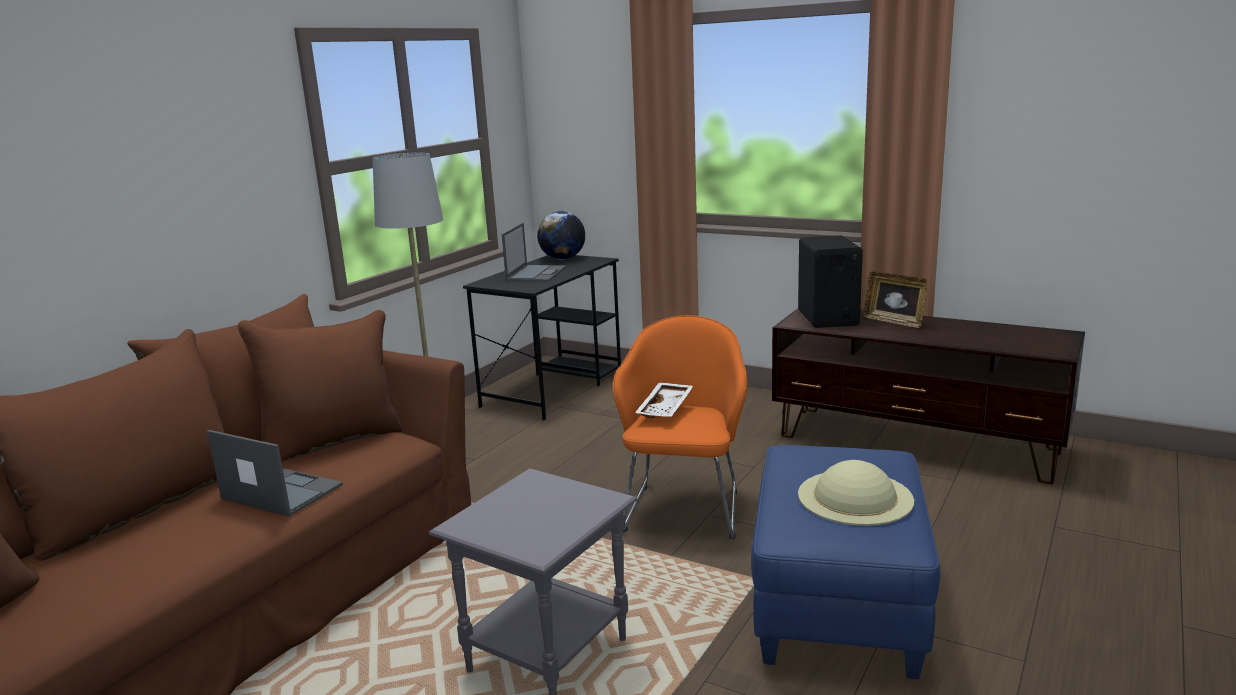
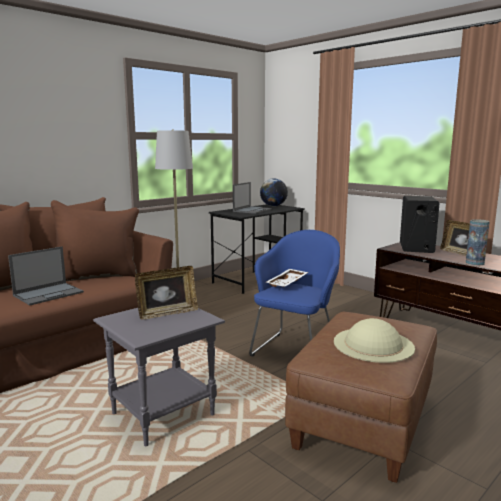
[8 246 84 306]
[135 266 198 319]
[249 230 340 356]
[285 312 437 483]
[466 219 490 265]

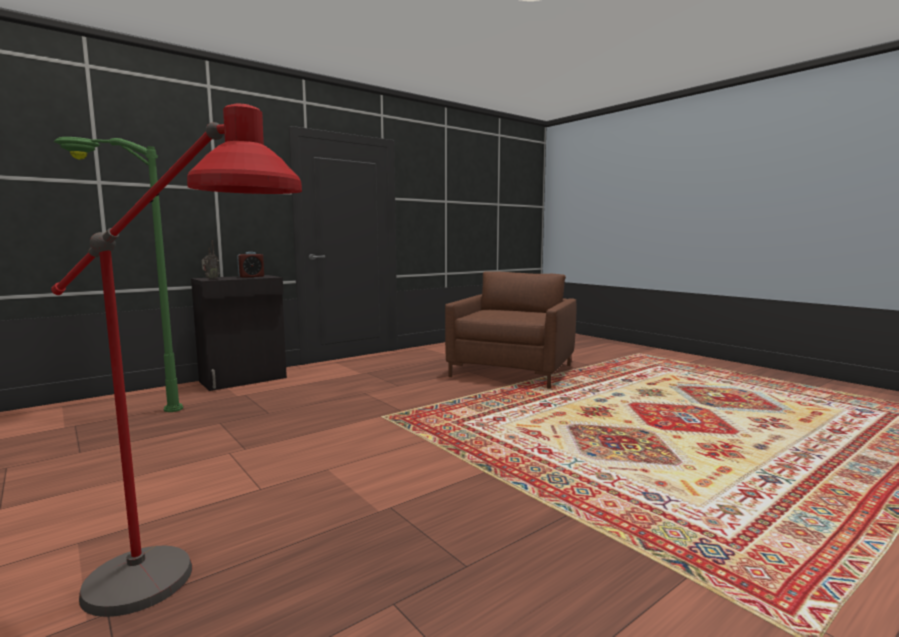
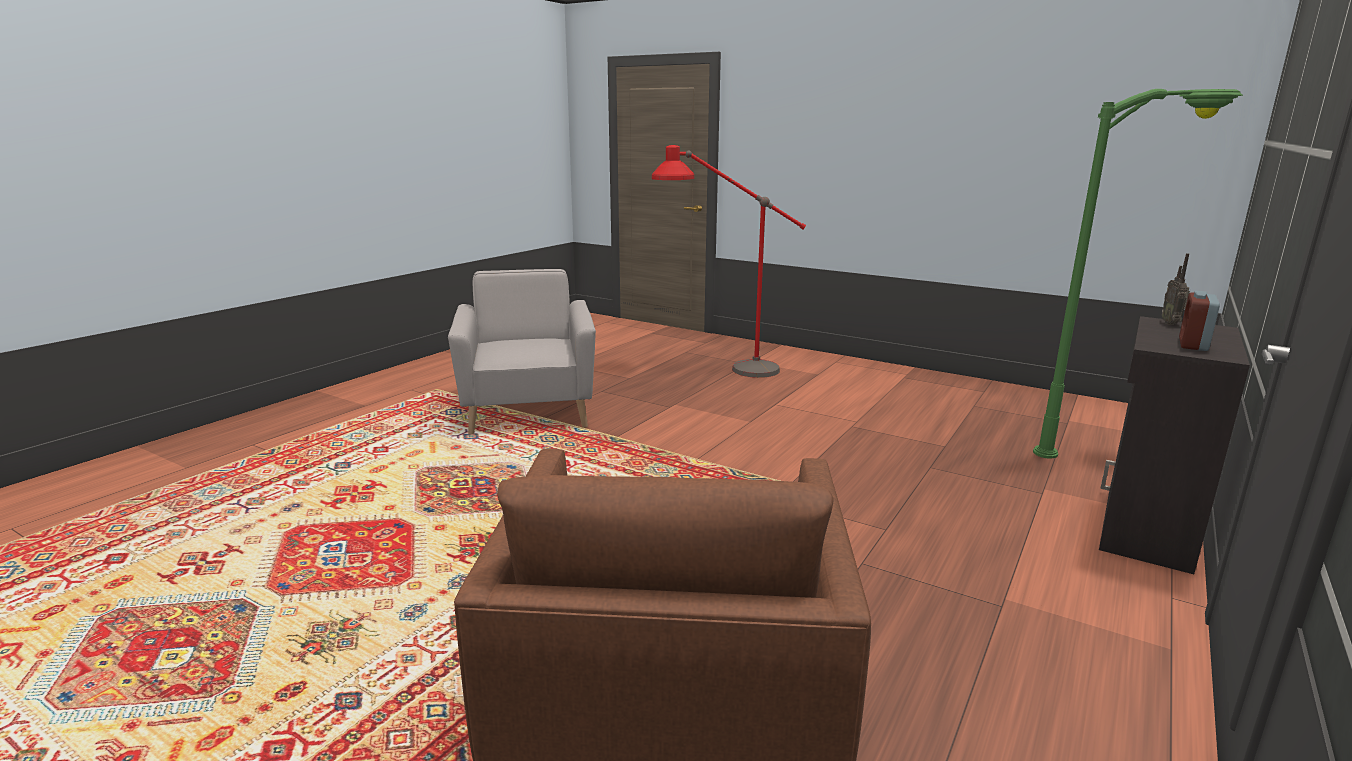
[448 269 596 434]

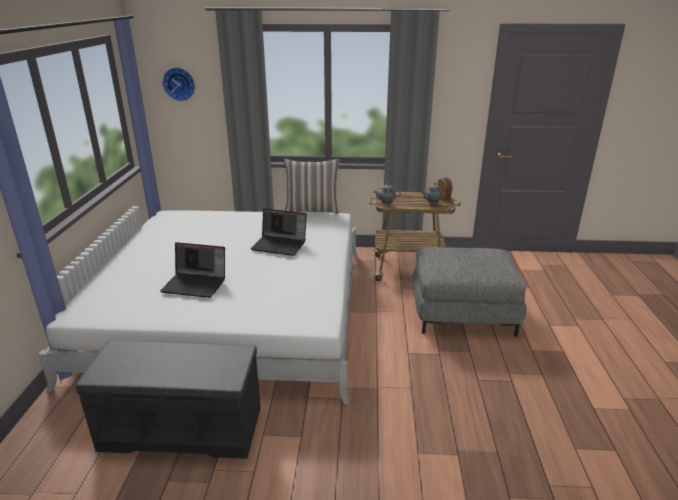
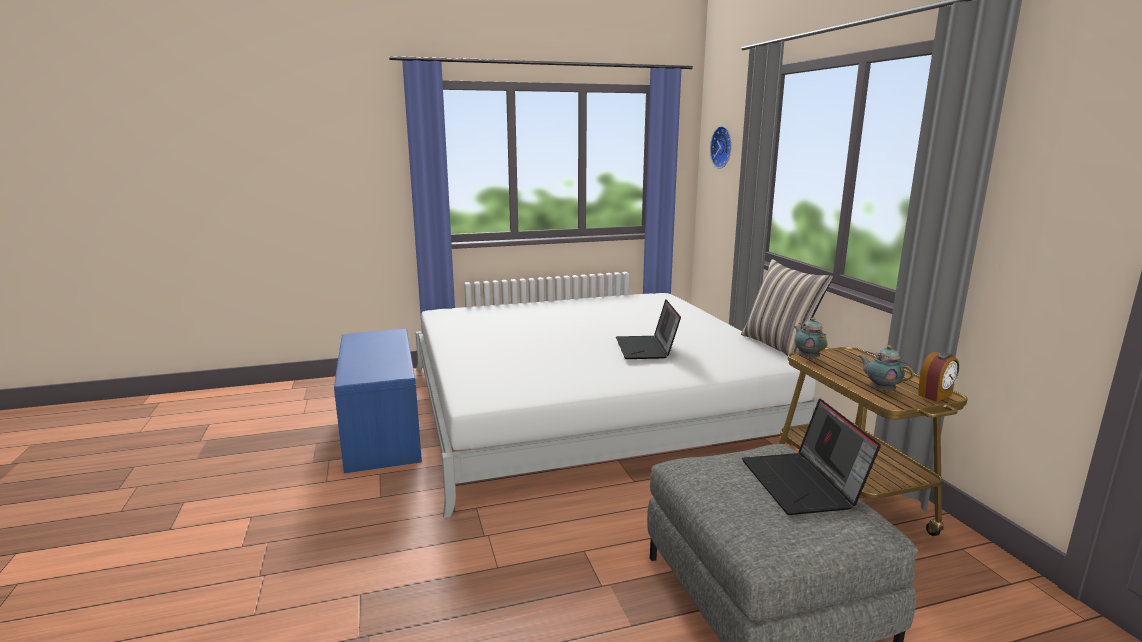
[334 329 422 473]
[742 399 881 515]

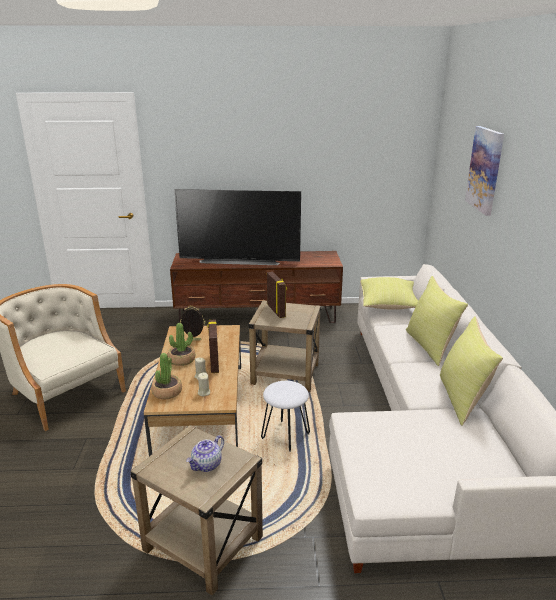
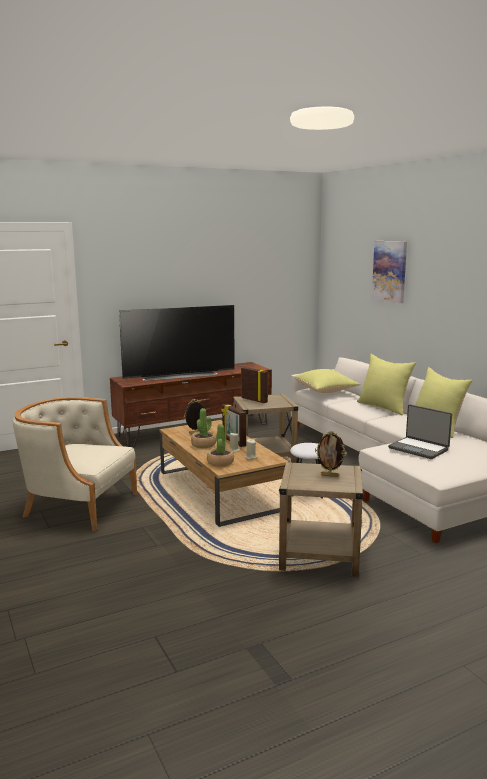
[315 431 346 477]
[388 404 452 459]

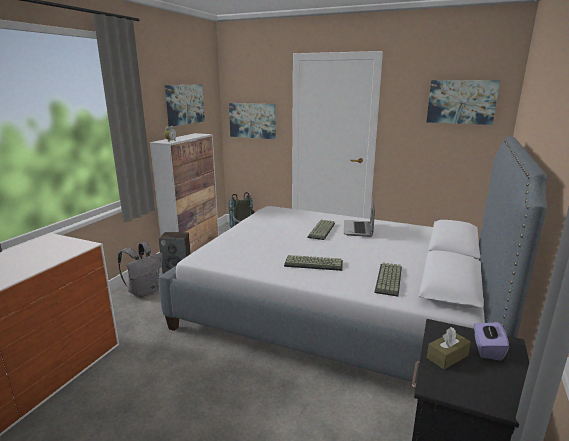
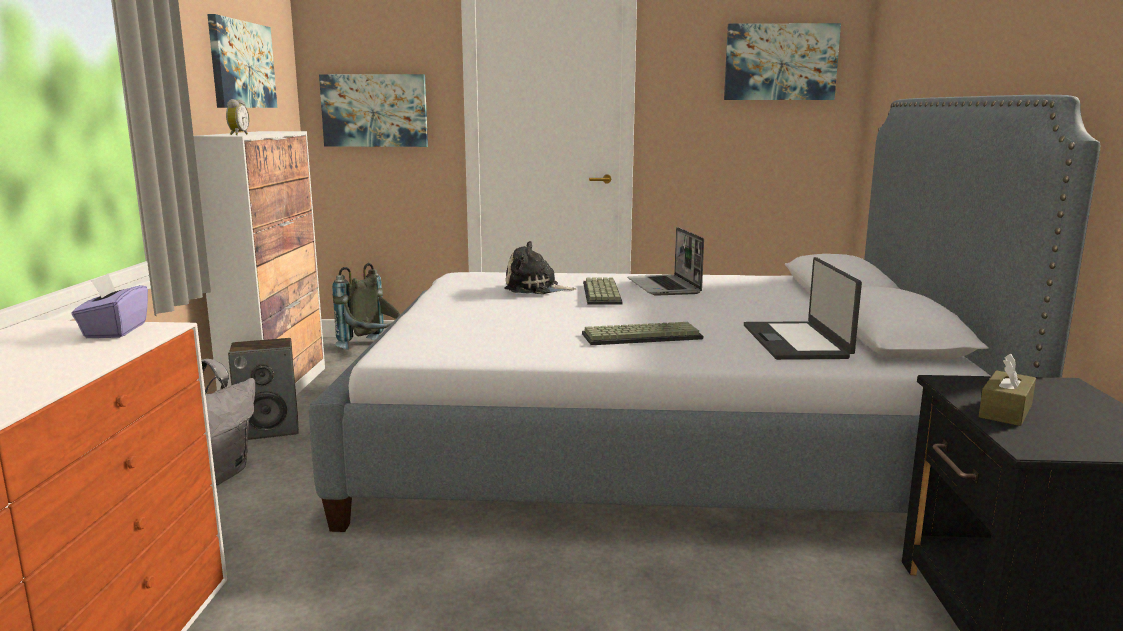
[72 274 148 338]
[505 241 576 294]
[744 257 862 360]

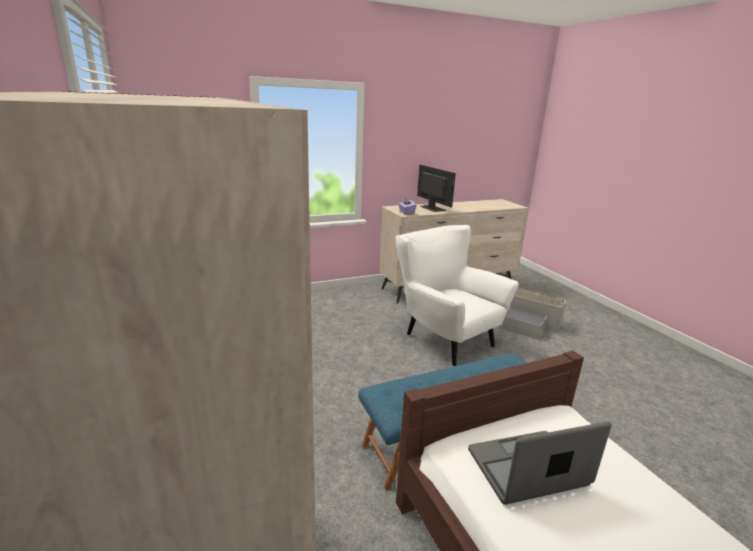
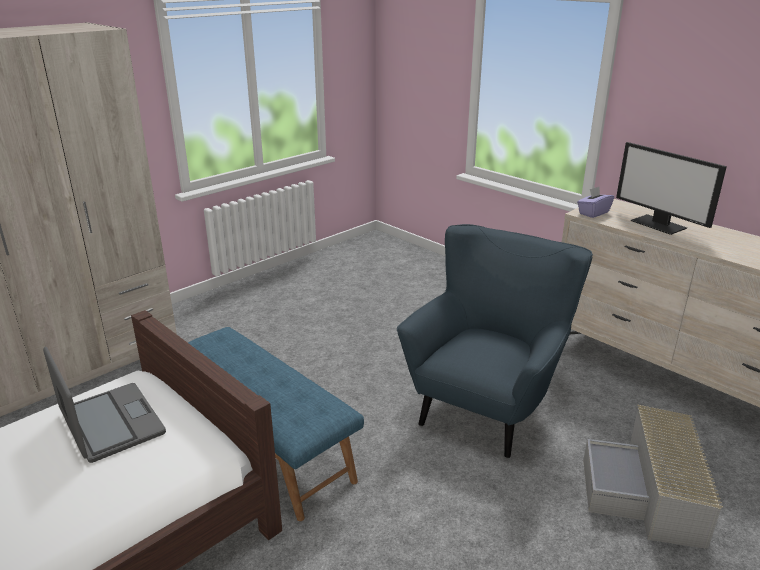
[397 224 593 459]
[616 142 727 235]

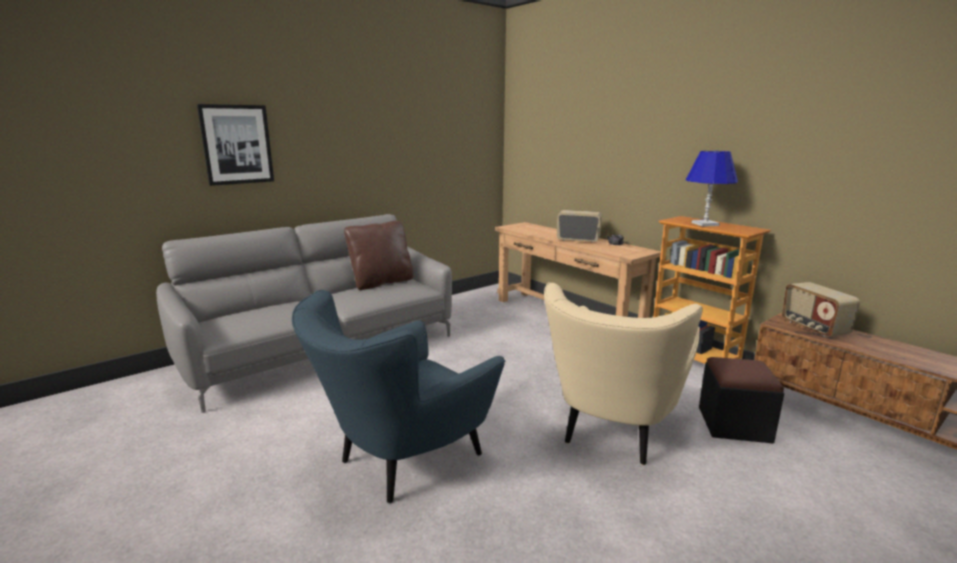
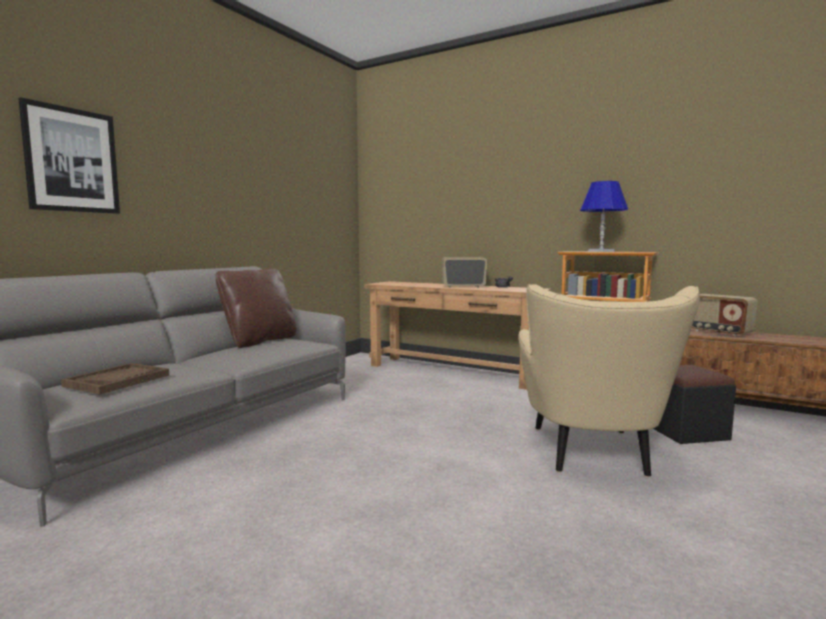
[61 363 169 394]
[292 290 505 504] (first image)

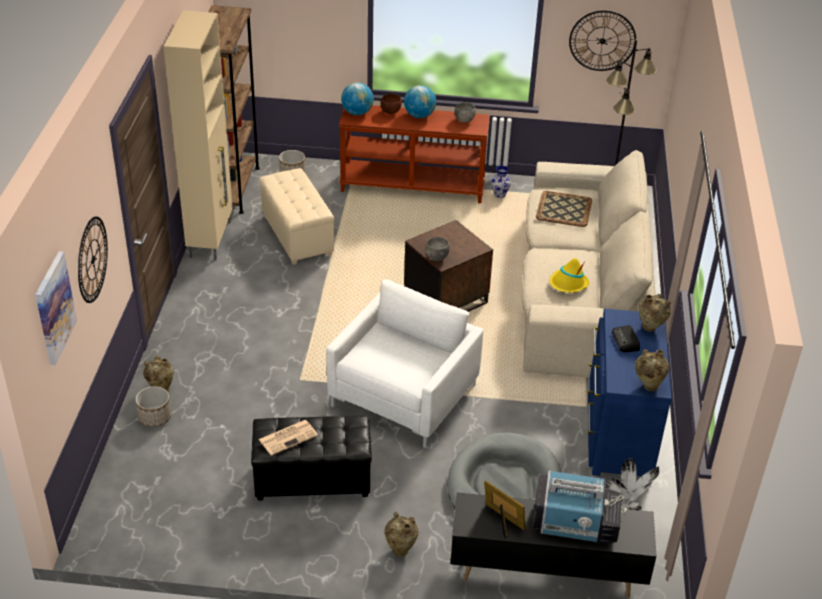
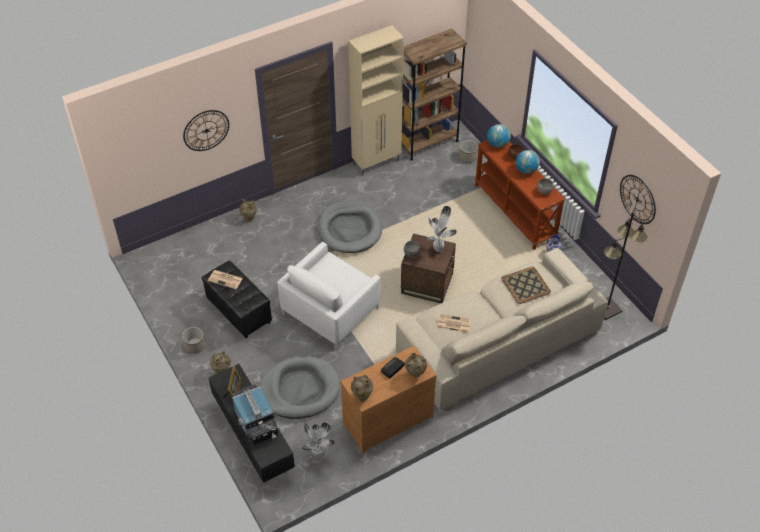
[182 327 205 354]
[277 242 381 350]
[318 201 382 253]
[340 346 437 454]
[427 206 457 252]
[437 314 471 333]
[35 251 77 365] (first image)
[259 168 334 265] (first image)

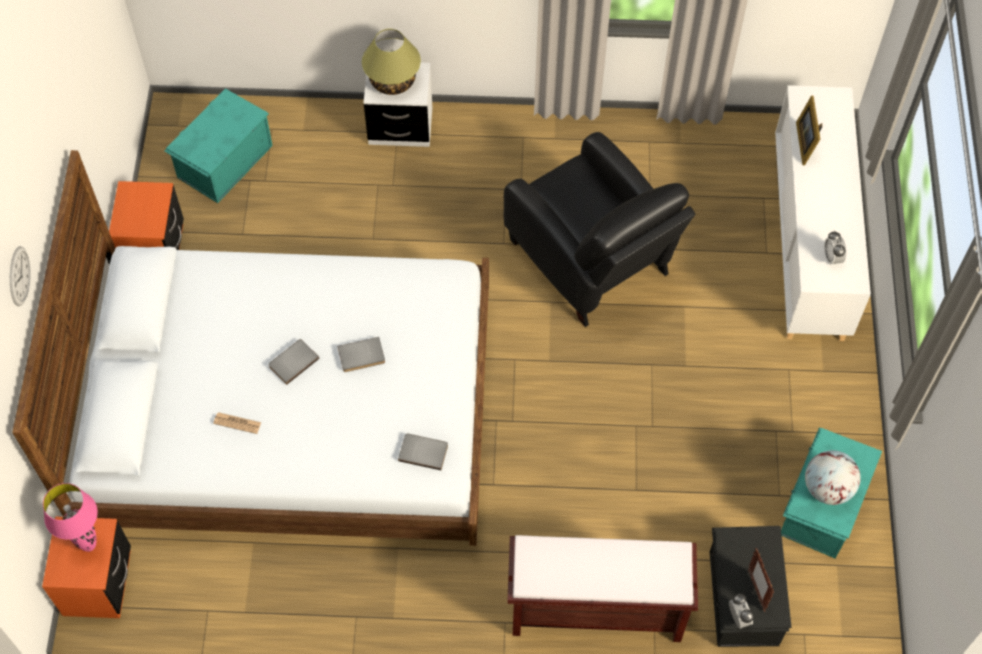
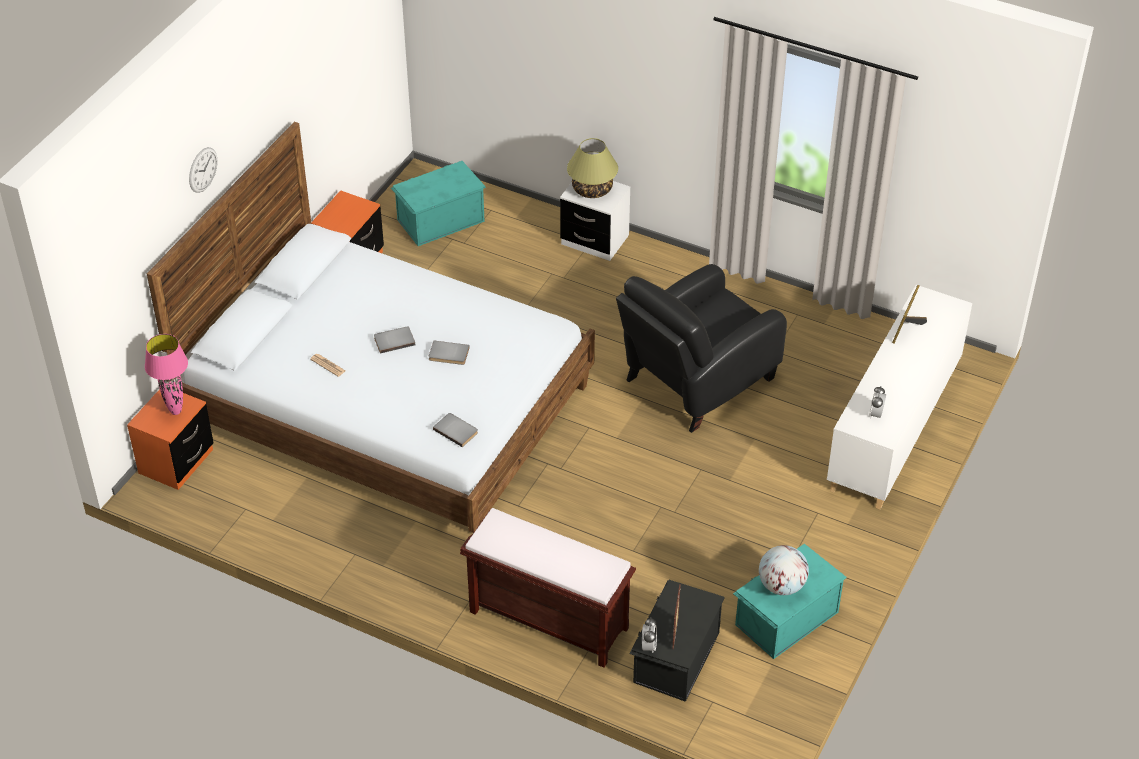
[616 264 787 433]

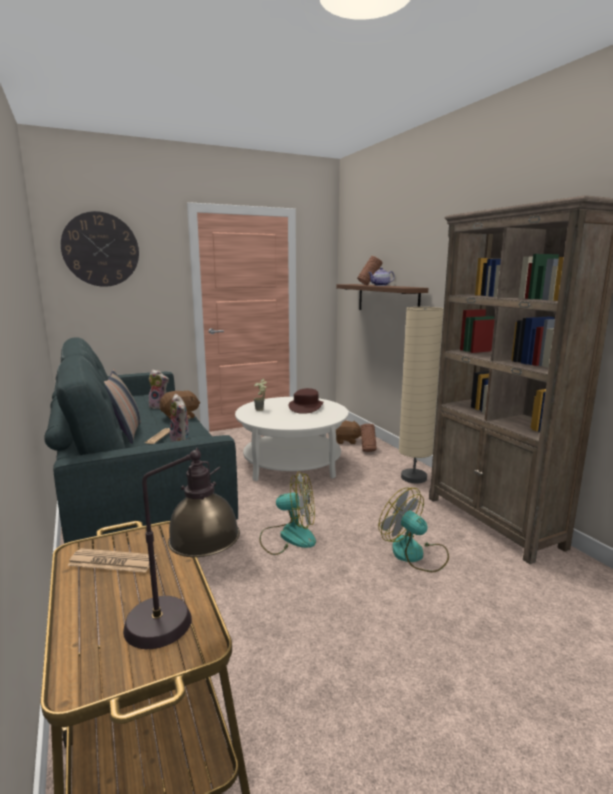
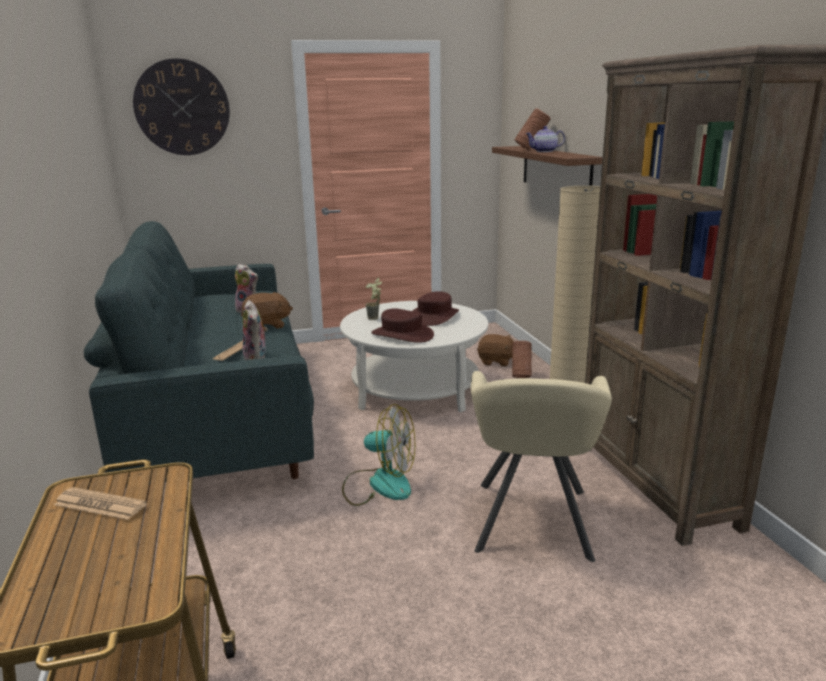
[371 308 434 343]
[471 371 612 562]
[104 369 141 444] (first image)
[123 448 240 649] (first image)

